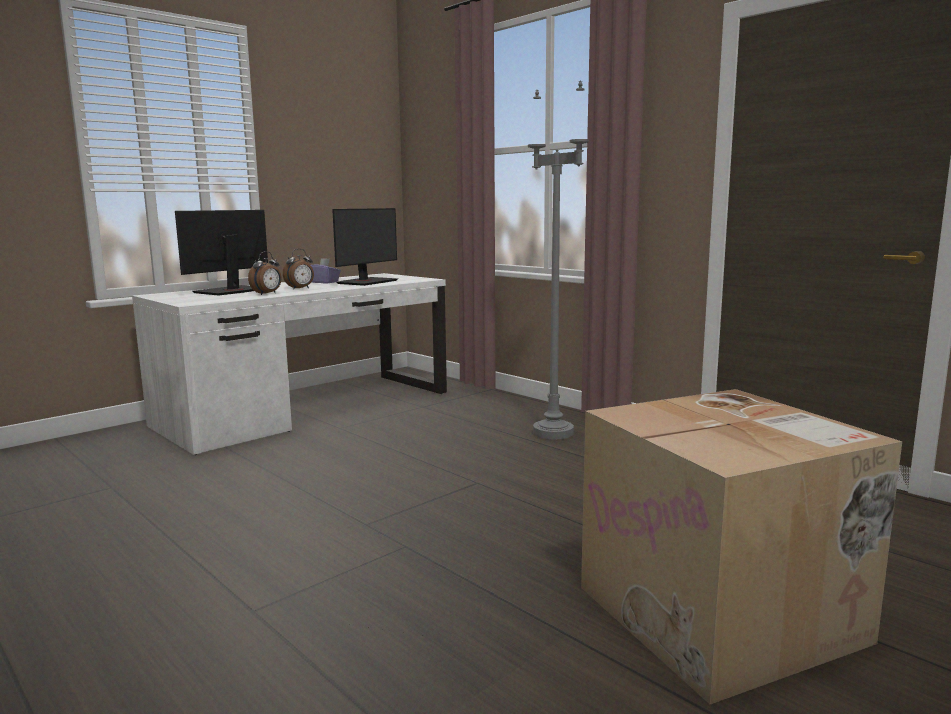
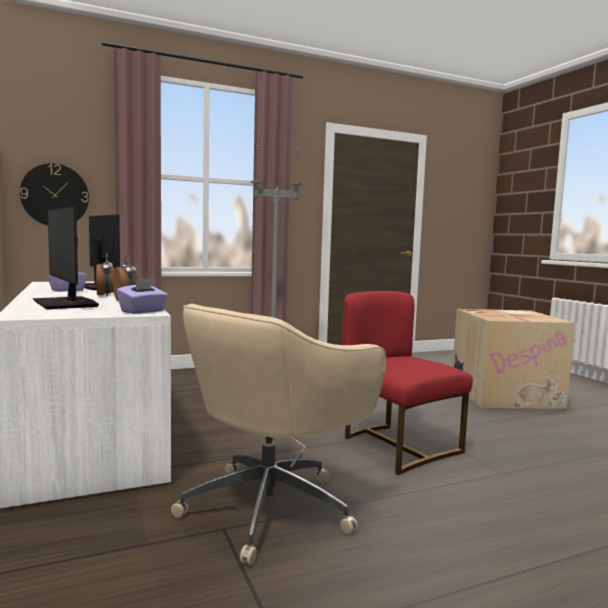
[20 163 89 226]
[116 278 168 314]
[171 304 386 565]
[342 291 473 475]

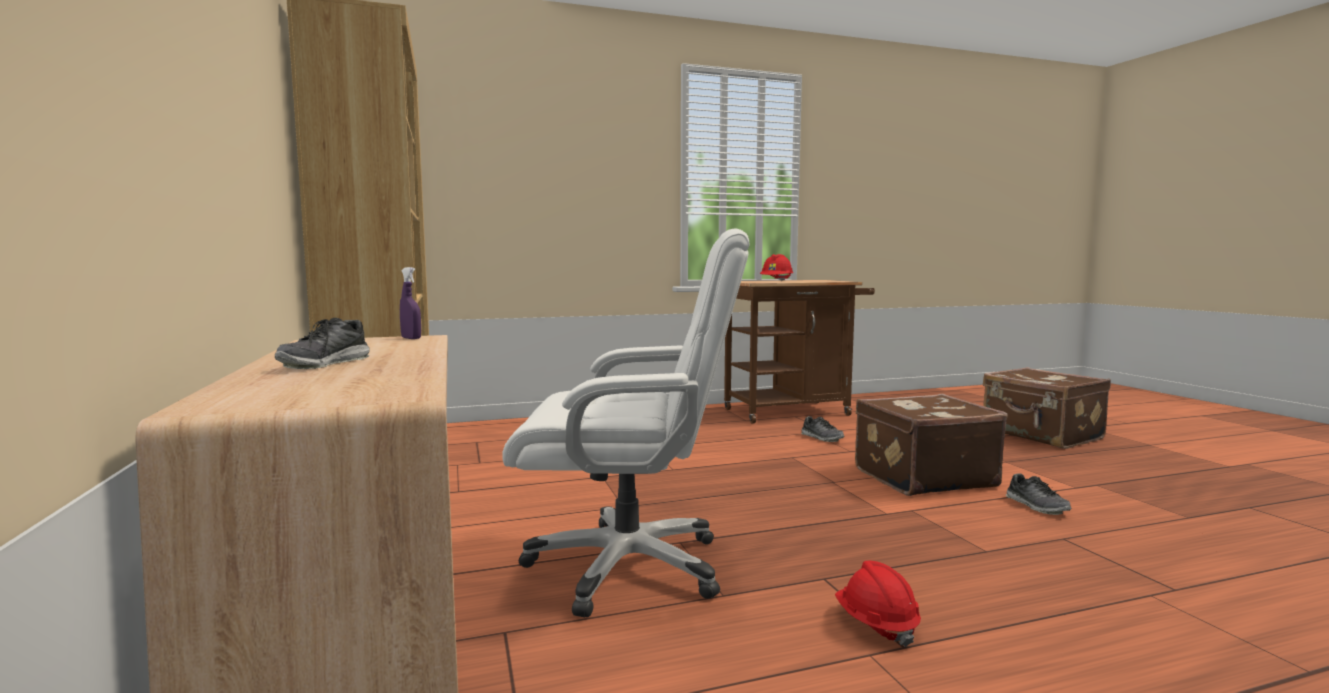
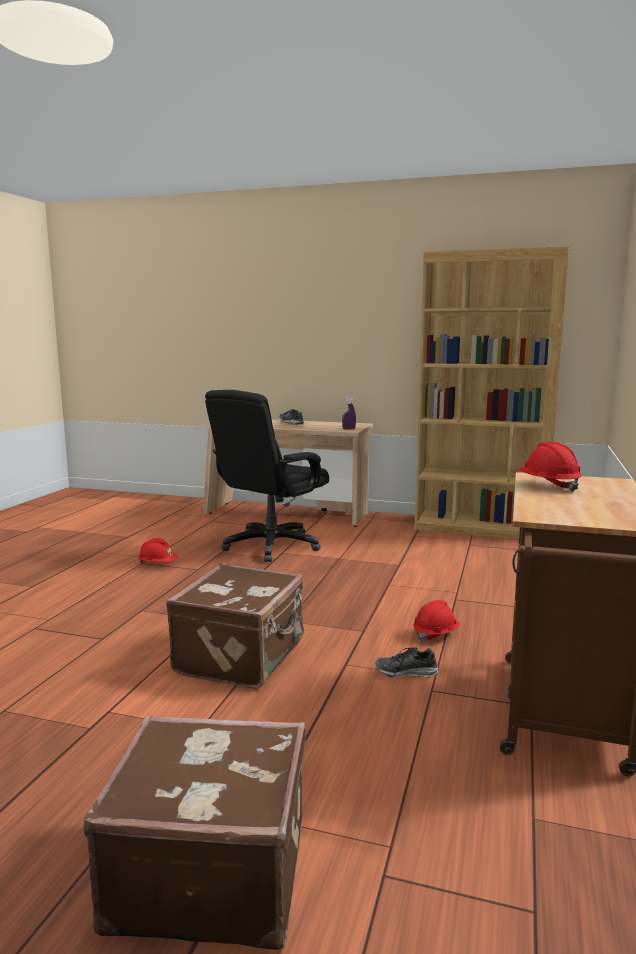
[205 390 329 562]
[413 600 461 642]
[1006 473 1072 515] (first image)

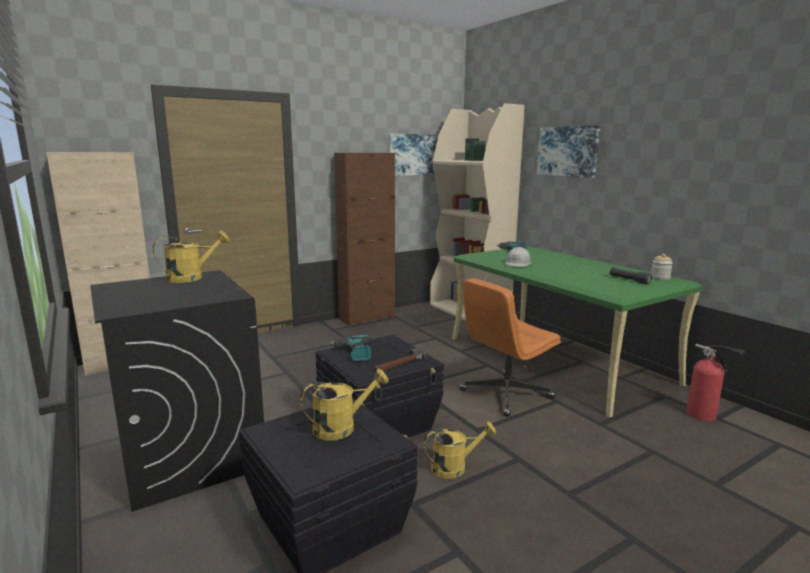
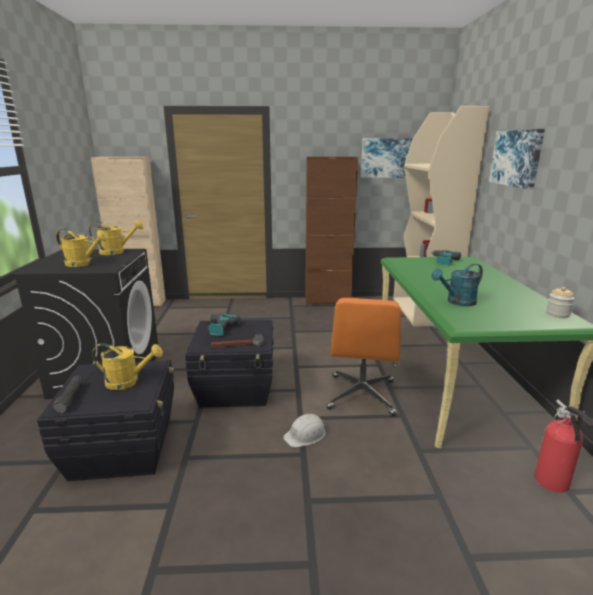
[52 376 83 413]
[56 229 108 267]
[283 414 325 448]
[326 298 401 416]
[431 264 483 306]

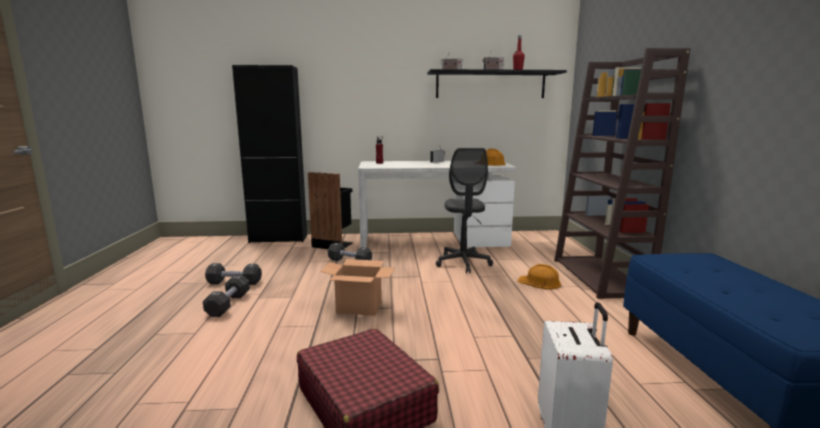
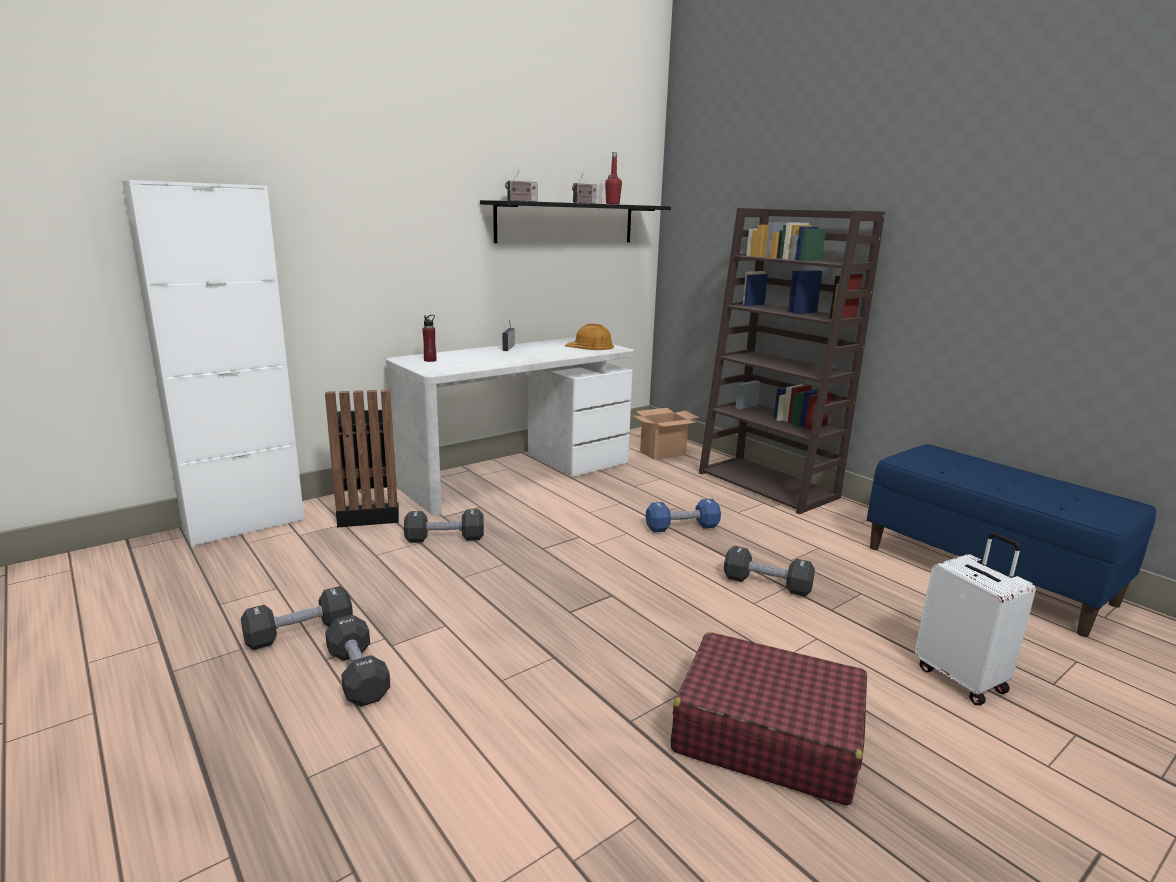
[122 180 304 547]
[631 408 700 460]
[646 499 721 532]
[724 546 815 596]
[436 148 493 274] (first image)
[518 264 561 289] (first image)

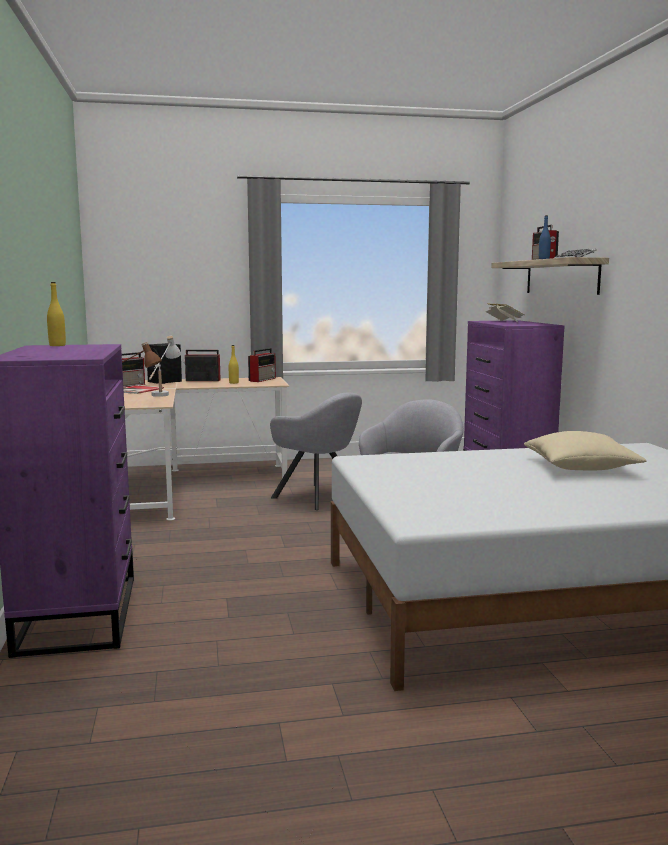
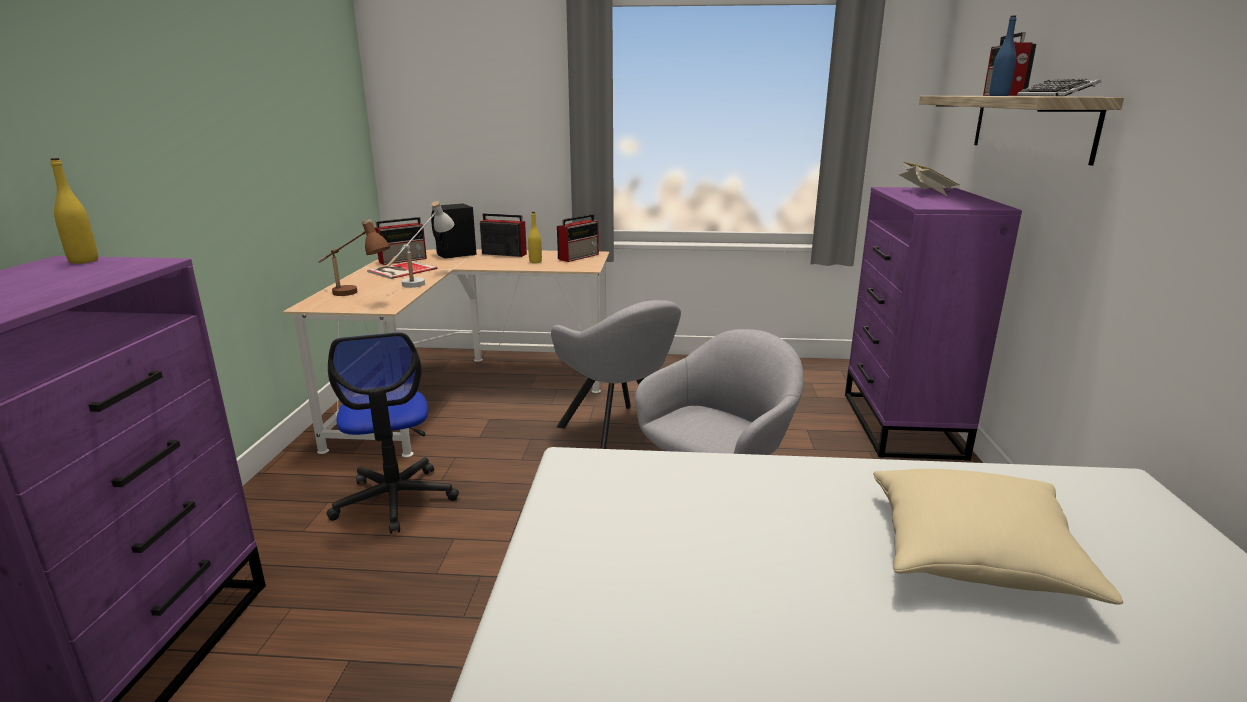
[326 332 459 534]

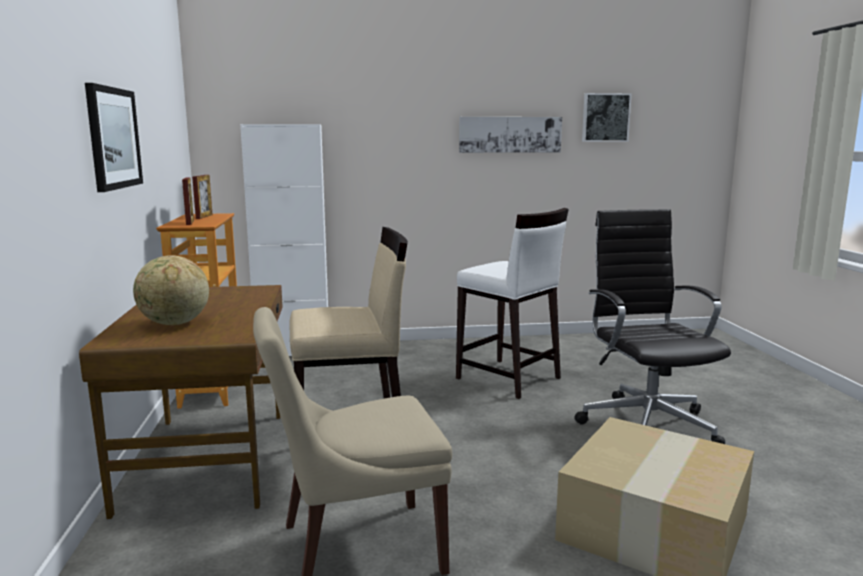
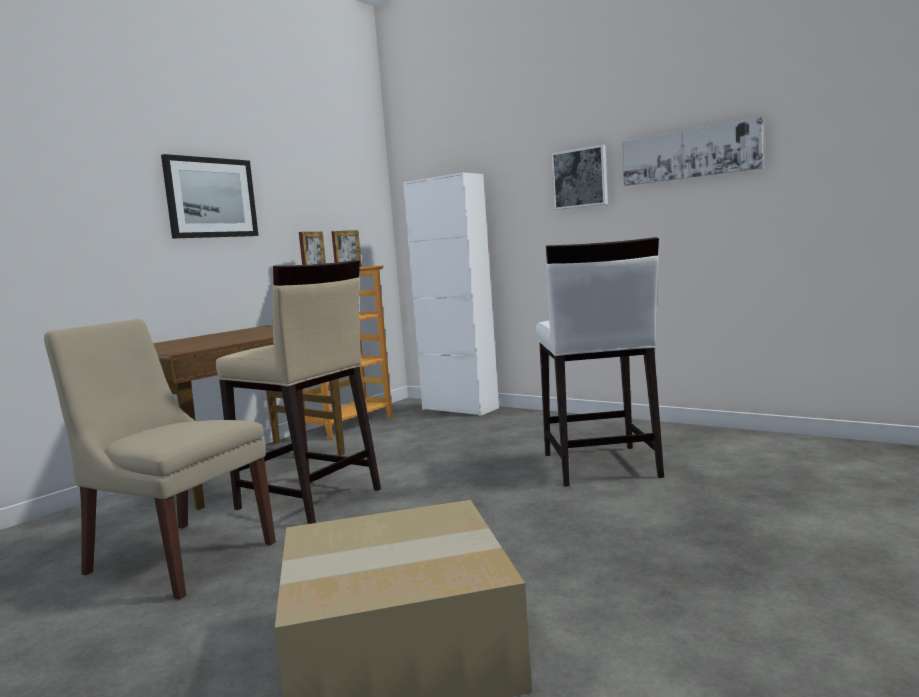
[551 145 608 210]
[133 255 209 325] (first image)
[574 209 731 444] (first image)

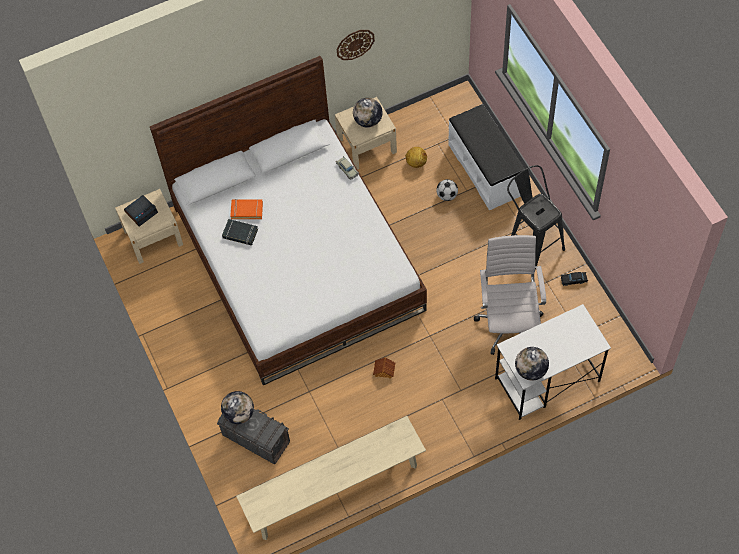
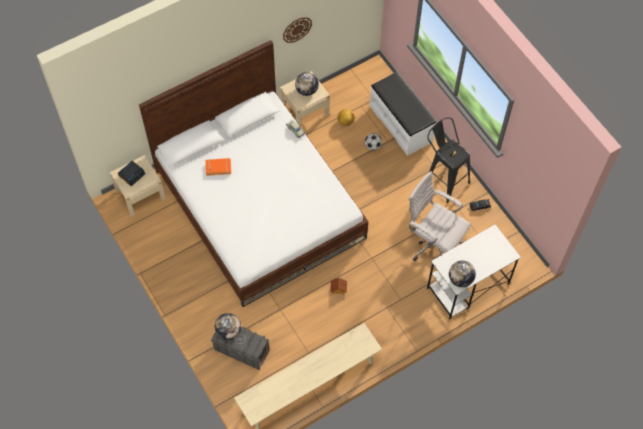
[408 171 471 261]
[222 219 258 246] (first image)

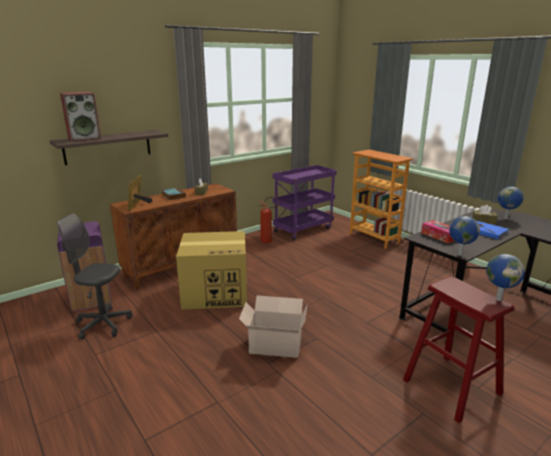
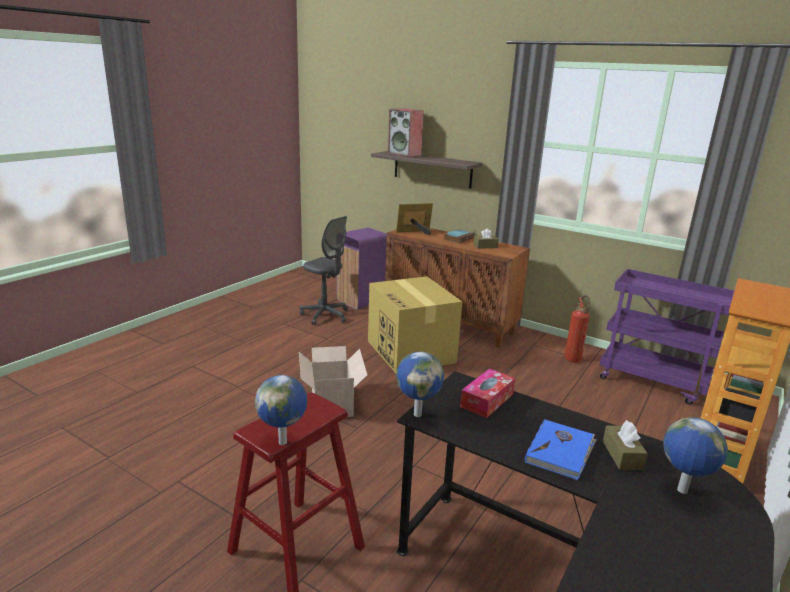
[300 216 348 325]

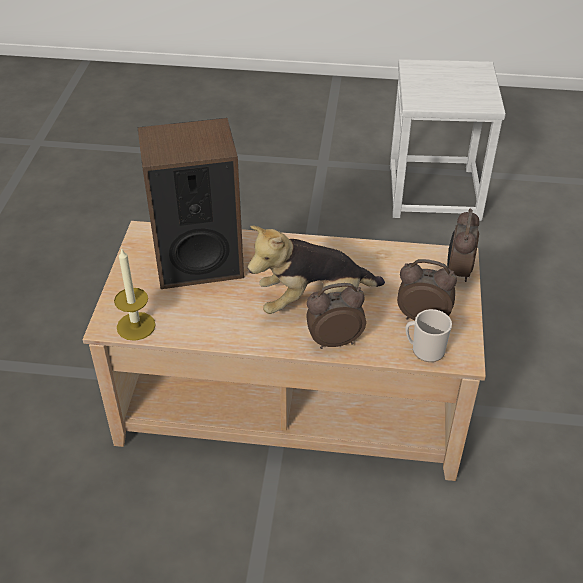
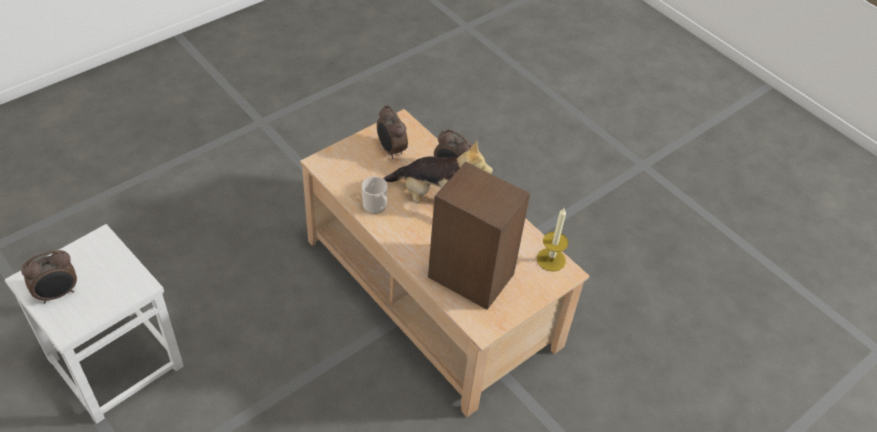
[21 250 77 304]
[362 176 388 214]

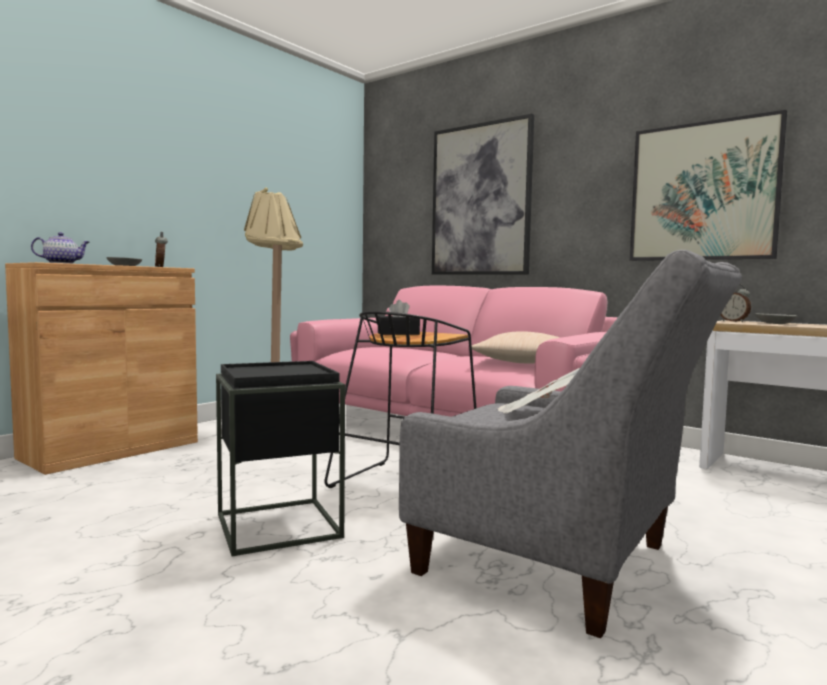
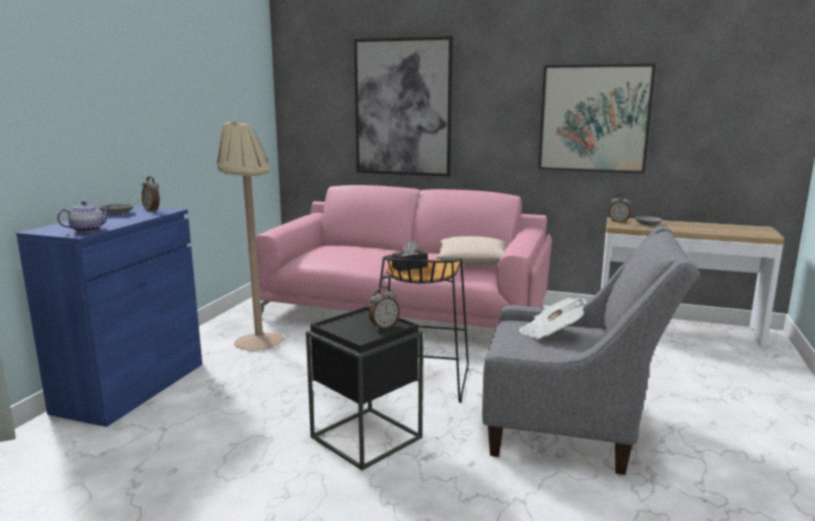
[16 206 202 427]
[369 287 400 330]

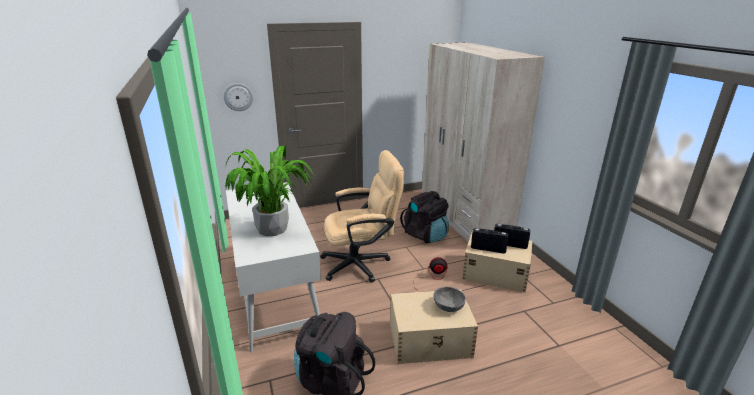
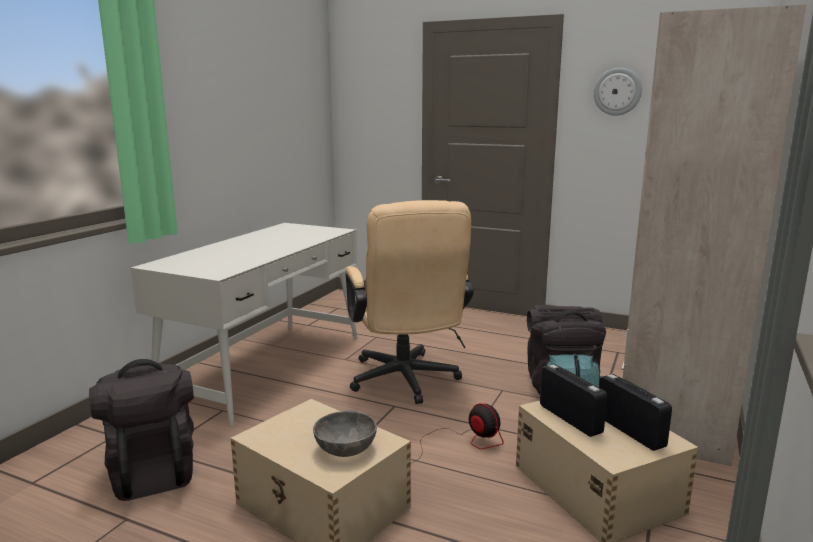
[345 200 474 404]
[594 68 642 116]
[225 146 315 236] (first image)

